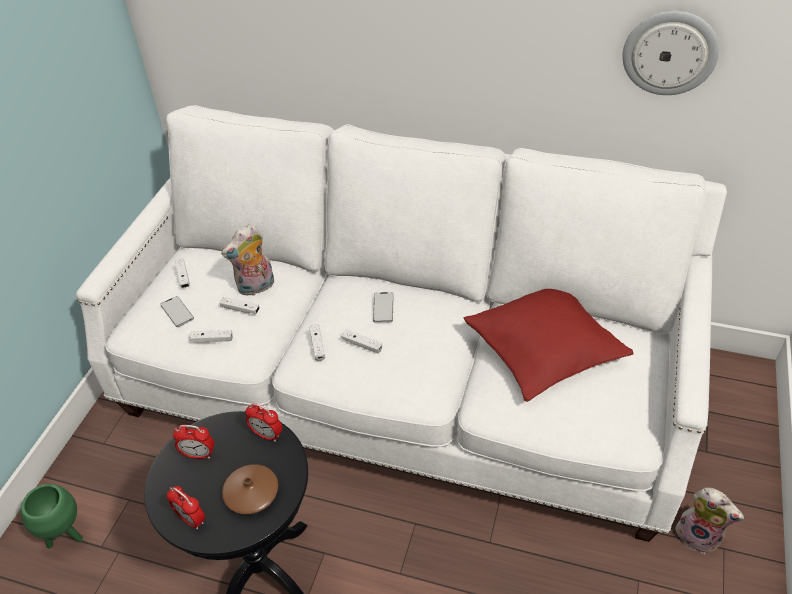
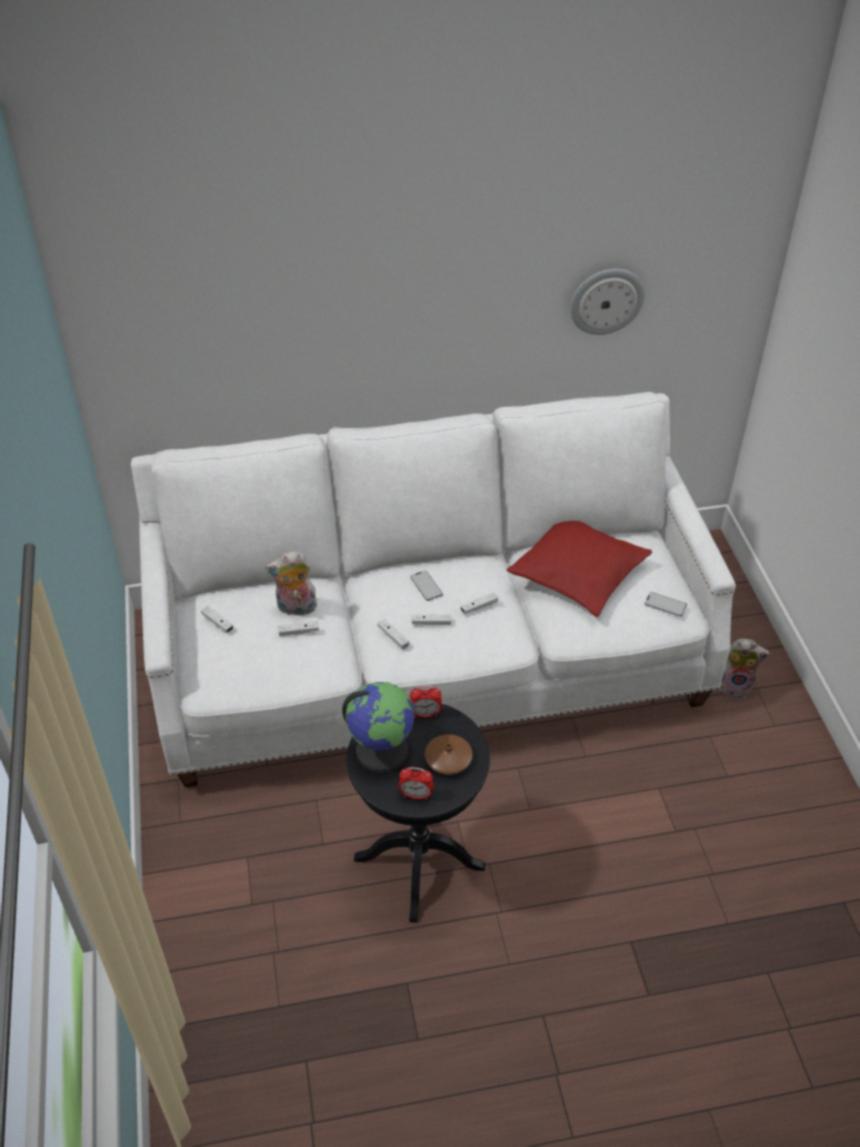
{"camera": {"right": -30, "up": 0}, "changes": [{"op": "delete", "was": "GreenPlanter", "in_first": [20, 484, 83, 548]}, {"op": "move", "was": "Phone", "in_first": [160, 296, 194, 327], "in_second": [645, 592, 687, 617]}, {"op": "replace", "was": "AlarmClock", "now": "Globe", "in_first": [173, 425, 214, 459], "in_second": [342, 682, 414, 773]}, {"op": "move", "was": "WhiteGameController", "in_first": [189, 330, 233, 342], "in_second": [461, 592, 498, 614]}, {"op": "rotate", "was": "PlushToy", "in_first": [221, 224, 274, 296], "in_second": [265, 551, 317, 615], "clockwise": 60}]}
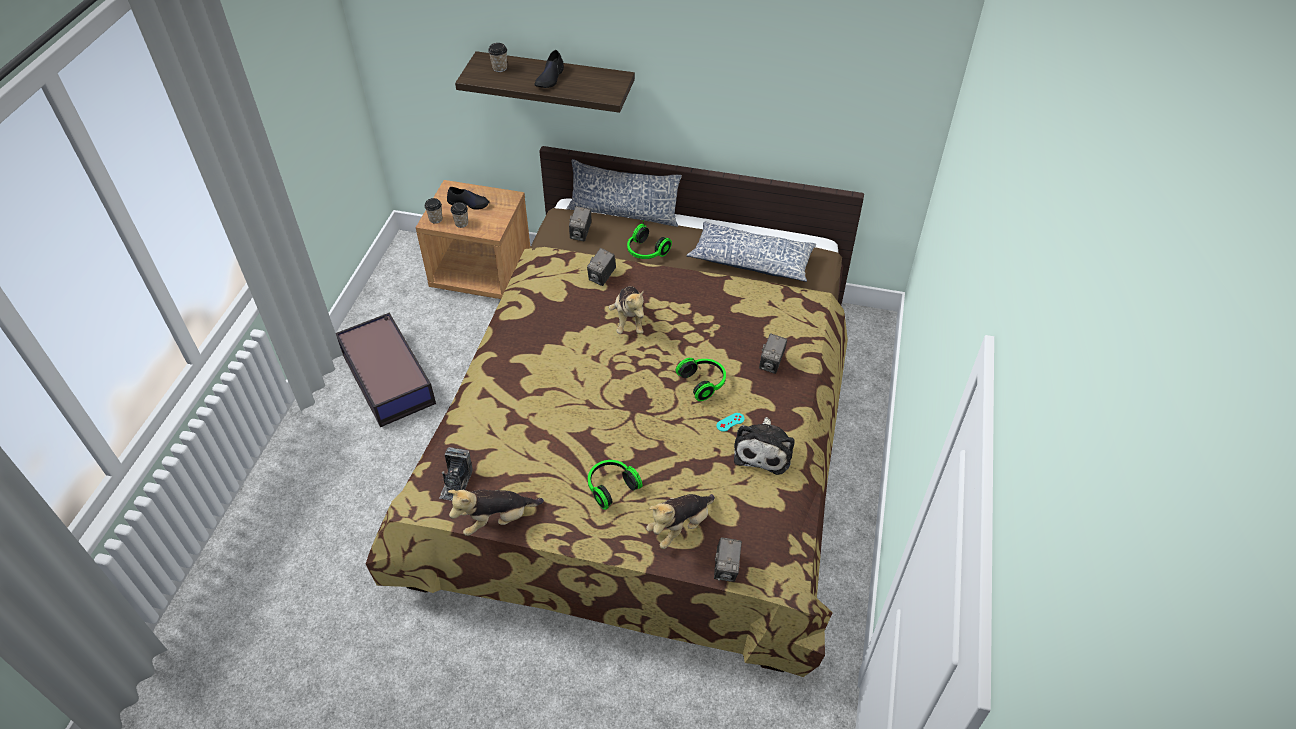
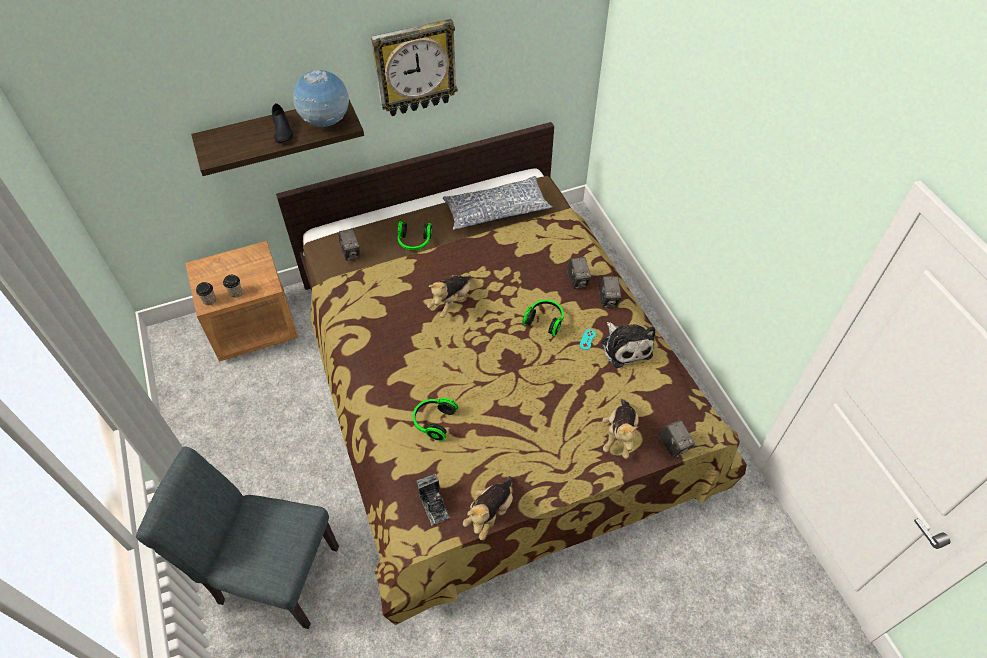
{"camera": {"right": -35, "up": 5}, "changes": [{"op": "delete", "was": "StorageBox", "in_first": [336, 313, 436, 427]}, {"op": "delete", "was": "BlackShoe", "in_first": [447, 187, 490, 210]}, {"op": "delete", "was": "Cup", "in_first": [488, 43, 507, 72]}, {"op": "delete", "was": "Pillow", "in_first": [567, 159, 682, 227]}, {"op": "move", "was": "PhotoCamera", "in_first": [587, 248, 616, 286], "in_second": [598, 276, 621, 307]}, {"op": "move", "was": "Headphones", "in_first": [588, 460, 643, 510], "in_second": [413, 398, 458, 441]}, {"op": "rotate", "was": "PlushToy", "in_first": [609, 286, 644, 334], "in_second": [427, 275, 471, 318], "clockwise": 75}, {"op": "insert", "now": "GreyChair", "in_second": [136, 446, 339, 629]}, {"op": "insert", "now": "Globe", "in_second": [293, 70, 349, 127]}, {"op": "insert", "now": "WallClock", "in_second": [371, 19, 458, 116]}]}
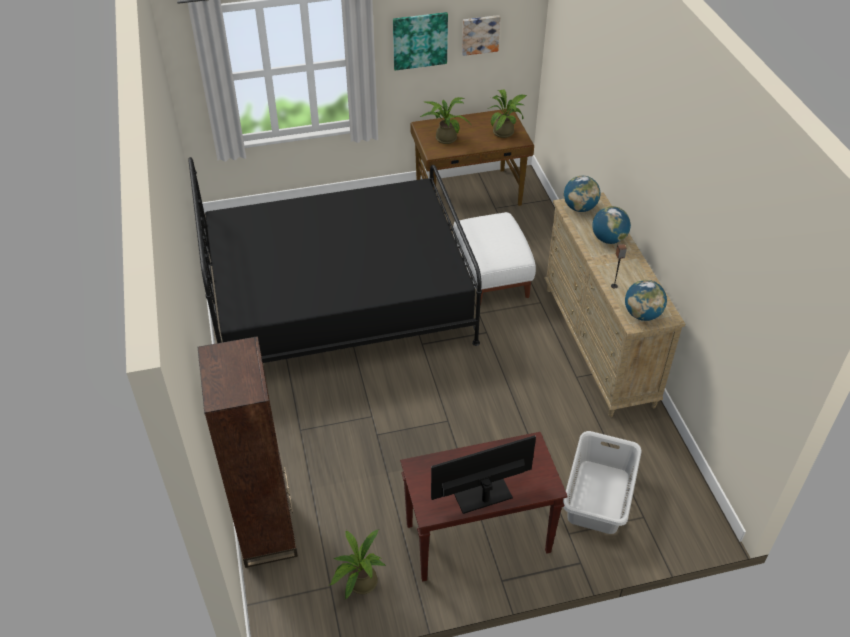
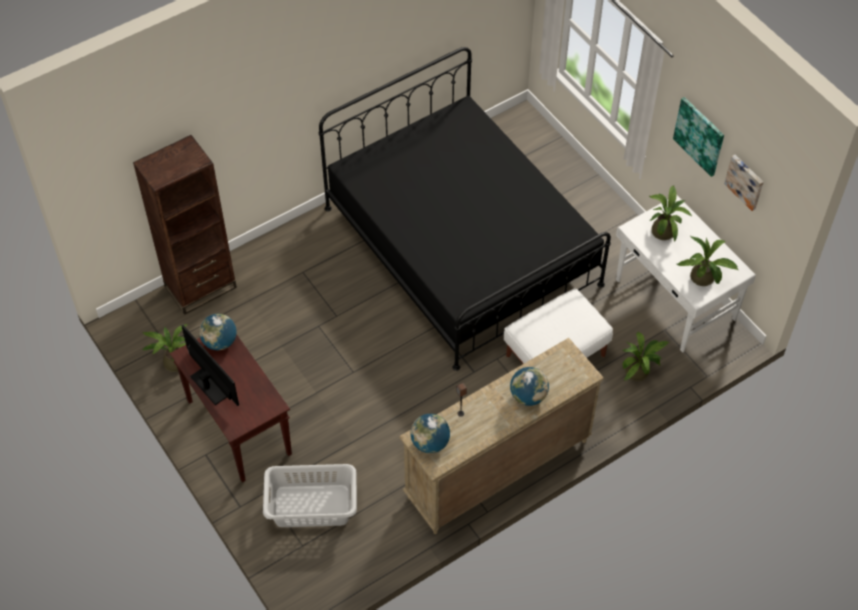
{"camera": {"right": 70, "up": 10}, "changes": [{"op": "recolor", "was": "BrownDesk", "now": "WhiteDesk", "in_first": [410, 109, 534, 206], "in_second": [616, 196, 756, 353]}, {"op": "move", "was": "Globe", "in_first": [564, 176, 601, 212], "in_second": [199, 314, 236, 350]}, {"op": "insert", "now": "PottedPlant", "in_second": [622, 332, 670, 381]}]}
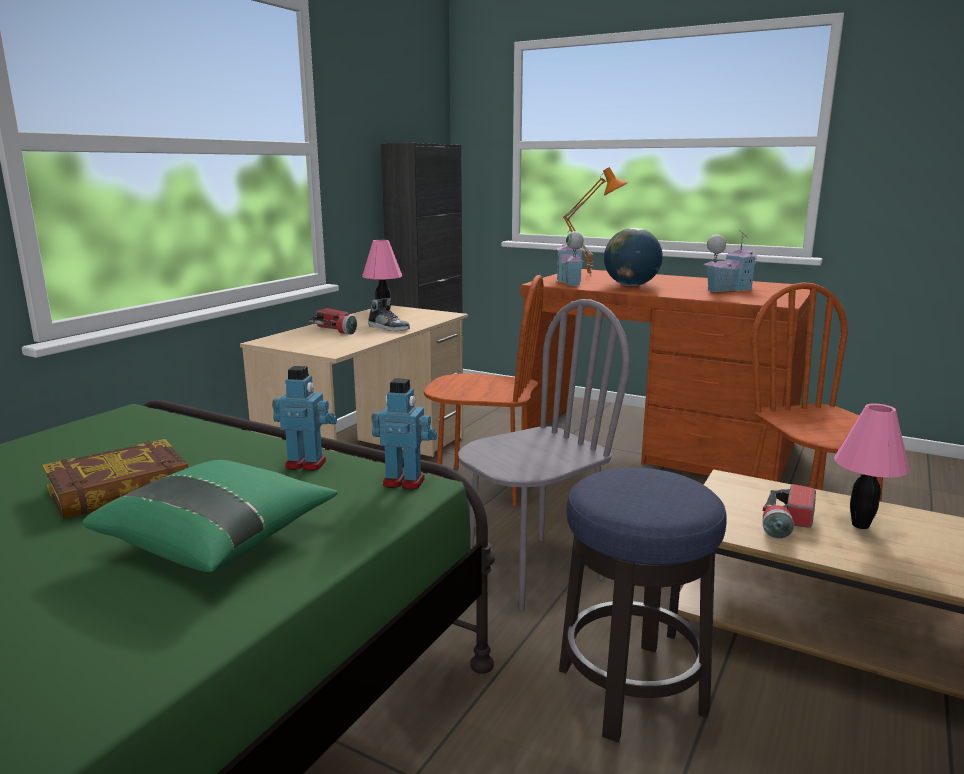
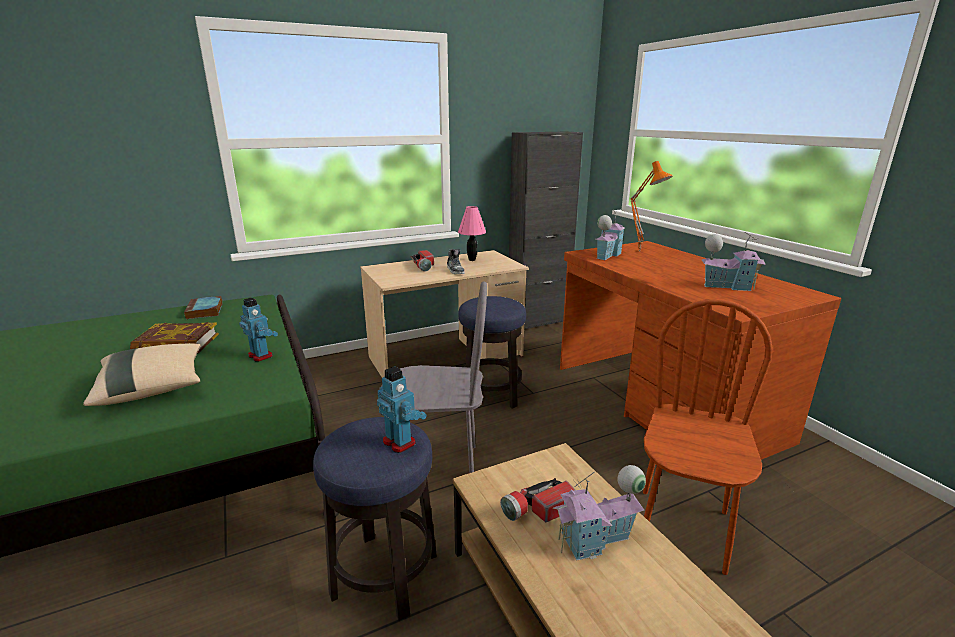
{"camera": {"right": 35, "up": 5}, "changes": [{"op": "recolor", "was": "GreenPillow", "now": "BeigePillow", "in_first": [82, 460, 338, 572], "in_second": [83, 343, 201, 406]}, {"op": "move", "was": "ToyRobot", "in_first": [371, 378, 437, 490], "in_second": [377, 366, 427, 453]}, {"op": "replace", "was": "BrownChair", "now": "Stool", "in_first": [424, 275, 544, 506], "in_second": [458, 296, 526, 409]}, {"op": "delete", "was": "Globe", "in_first": [604, 228, 663, 286]}, {"op": "replace", "was": "PinkTableLamp", "now": "ToyHouse", "in_first": [834, 403, 910, 529], "in_second": [553, 465, 646, 561]}, {"op": "insert", "now": "Book", "in_second": [184, 296, 223, 319]}]}
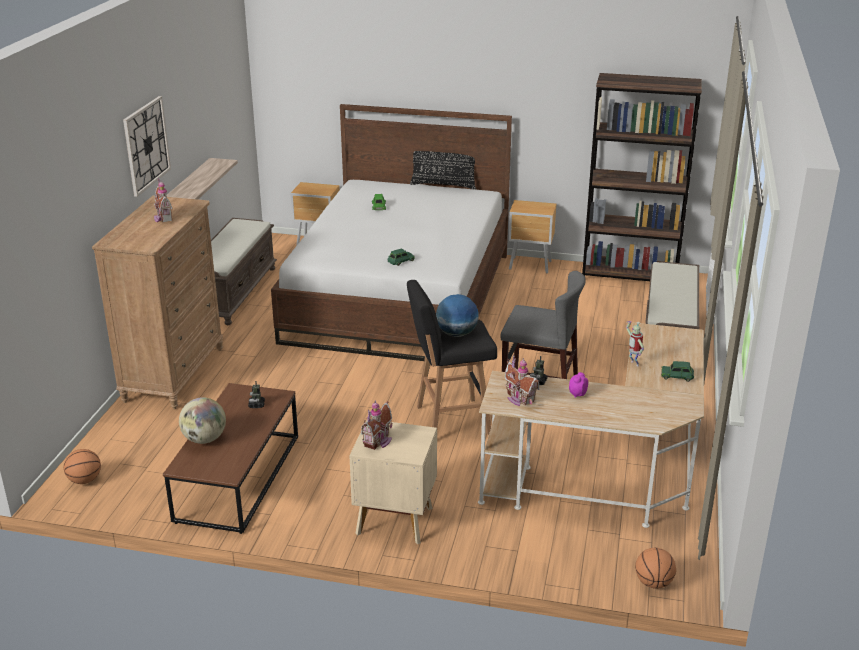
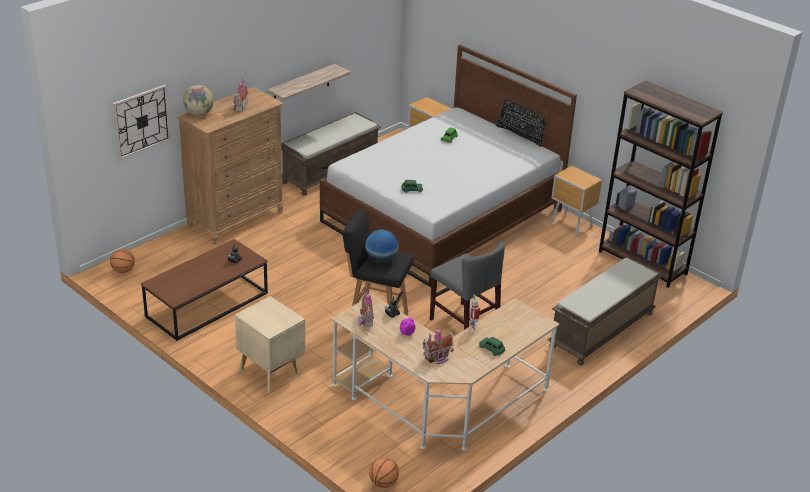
{"camera": {"right": 30, "up": 5}, "changes": [{"op": "move", "was": "WallClock", "in_first": [123, 96, 171, 197], "in_second": [112, 85, 171, 160]}, {"op": "move", "was": "Globe", "in_first": [179, 397, 226, 444], "in_second": [183, 85, 214, 116]}, {"op": "move", "was": "ToyHouse", "in_first": [361, 400, 392, 450], "in_second": [423, 329, 454, 364]}]}
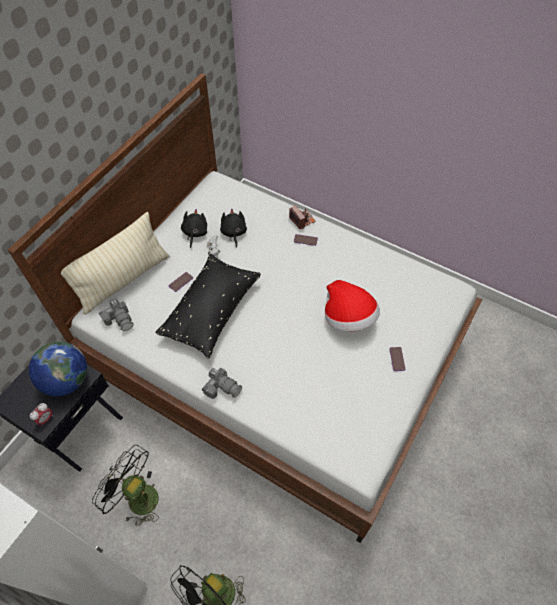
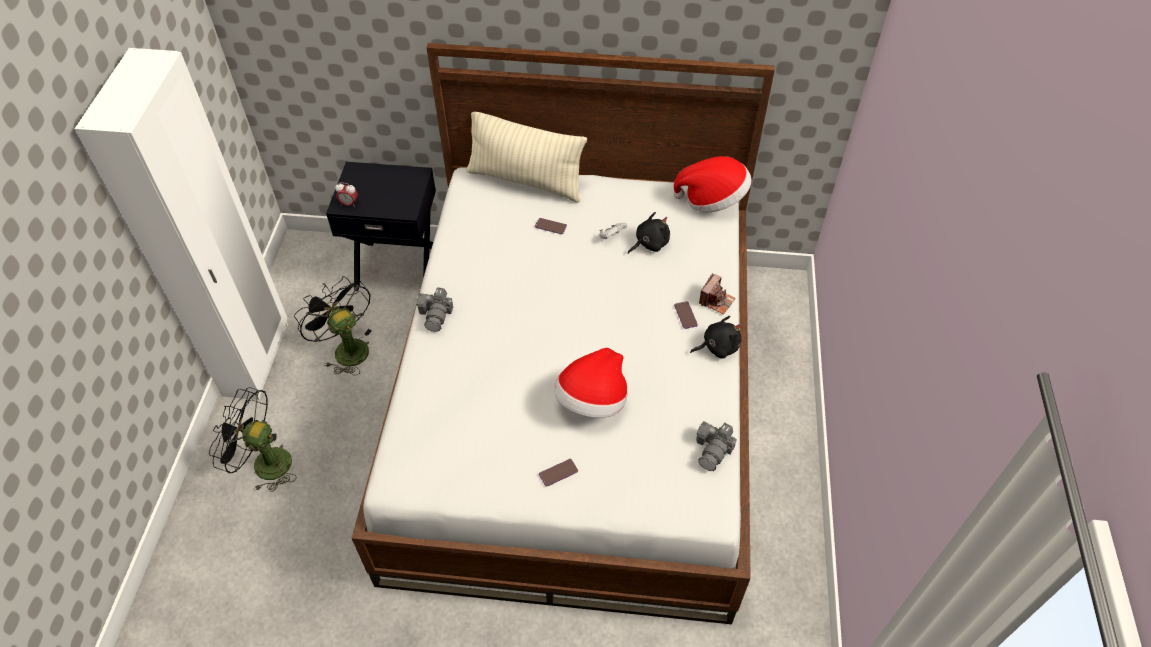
{"camera": {"right": 65, "up": -5}, "changes": [{"op": "delete", "was": "Globe", "in_first": [29, 341, 87, 396]}, {"op": "rotate", "was": "BlackFan", "in_first": [92, 445, 159, 526], "in_second": [294, 276, 372, 375], "clockwise": -45}, {"op": "move", "was": "PhotoCamera", "in_first": [99, 298, 134, 331], "in_second": [696, 421, 737, 471]}, {"op": "delete", "was": "BlackPillow", "in_first": [155, 254, 261, 359]}, {"op": "move", "was": "BlackPlushToy", "in_first": [181, 209, 207, 248], "in_second": [690, 316, 741, 358]}, {"op": "insert", "now": "Hat", "in_second": [674, 156, 752, 212]}]}
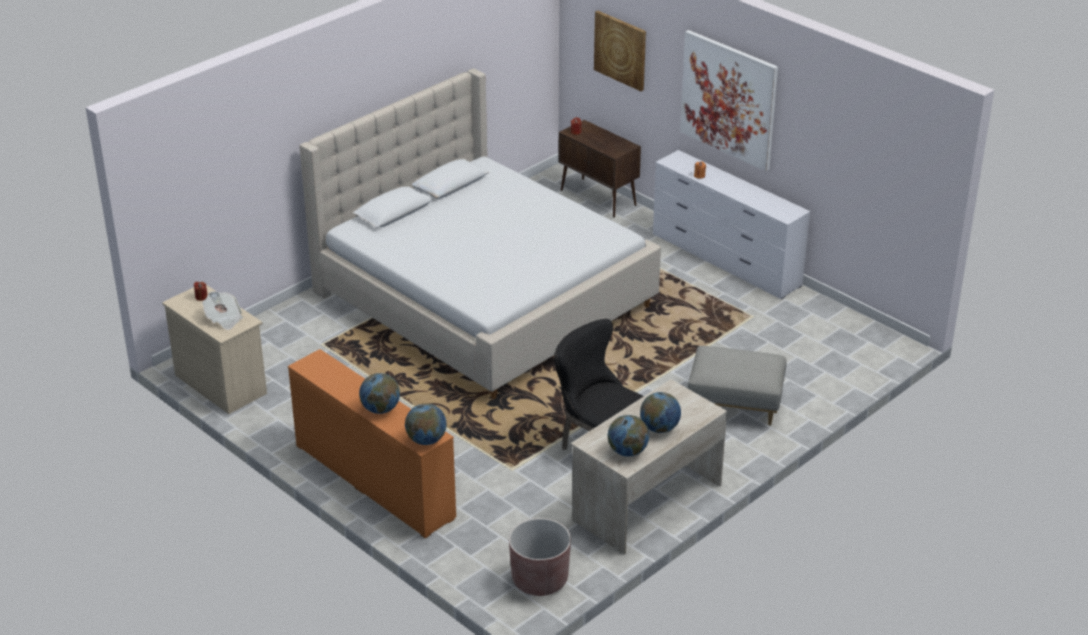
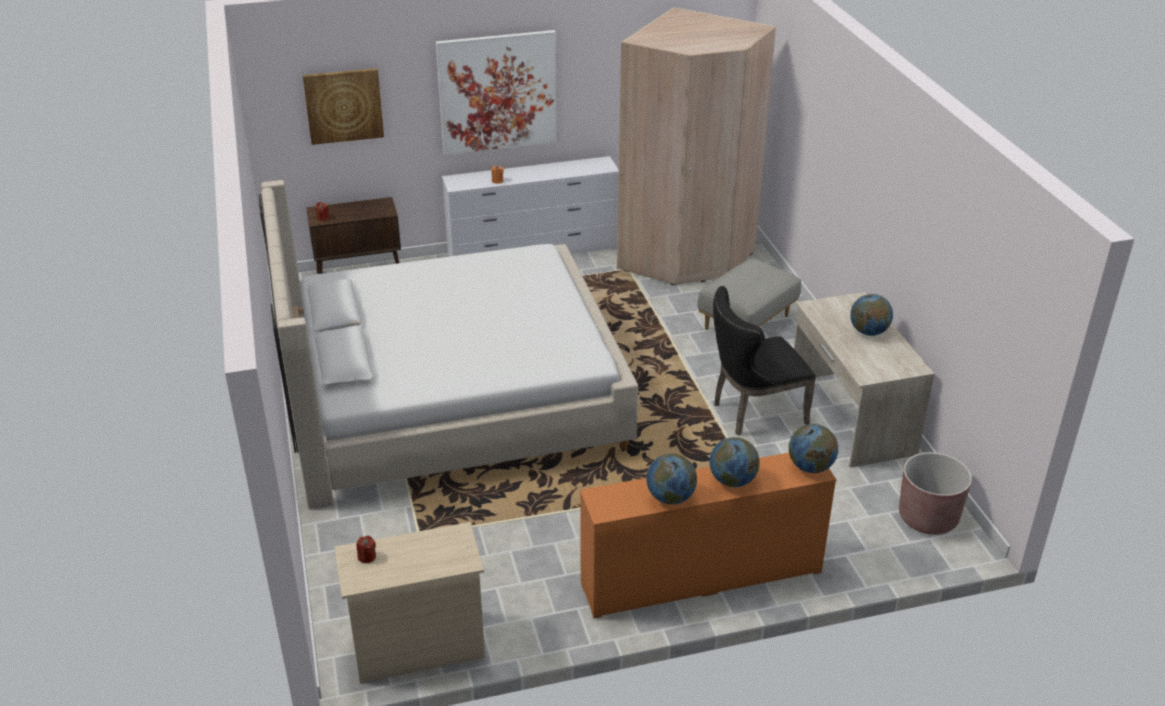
{"camera": {"right": -60, "up": 0}, "changes": [{"op": "delete", "was": "Newspaper", "in_first": [202, 291, 243, 330]}, {"op": "move", "was": "Globe", "in_first": [608, 415, 649, 457], "in_second": [646, 454, 697, 504]}, {"op": "insert", "now": "BeigeWardrobe", "in_second": [617, 7, 776, 285]}]}
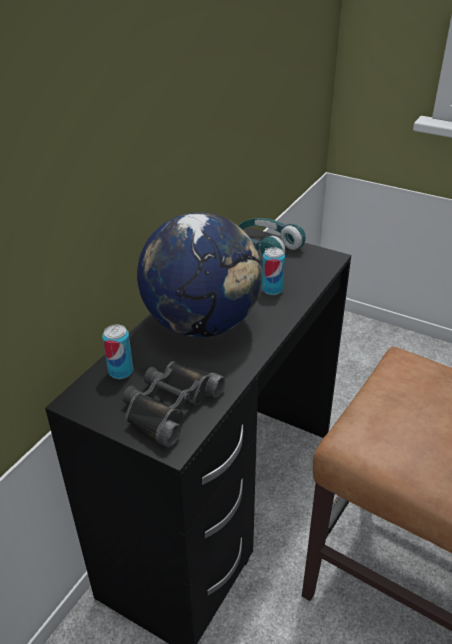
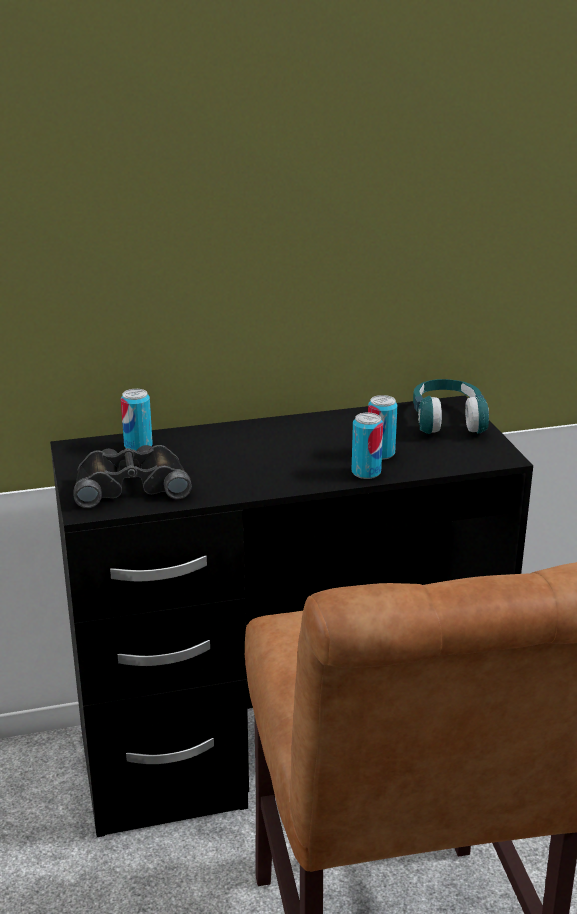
{"camera": {"right": 45, "up": -10}, "changes": [{"op": "delete", "was": "Globe", "in_first": [137, 212, 262, 337]}, {"op": "insert", "now": "Can", "in_second": [351, 412, 383, 479]}]}
